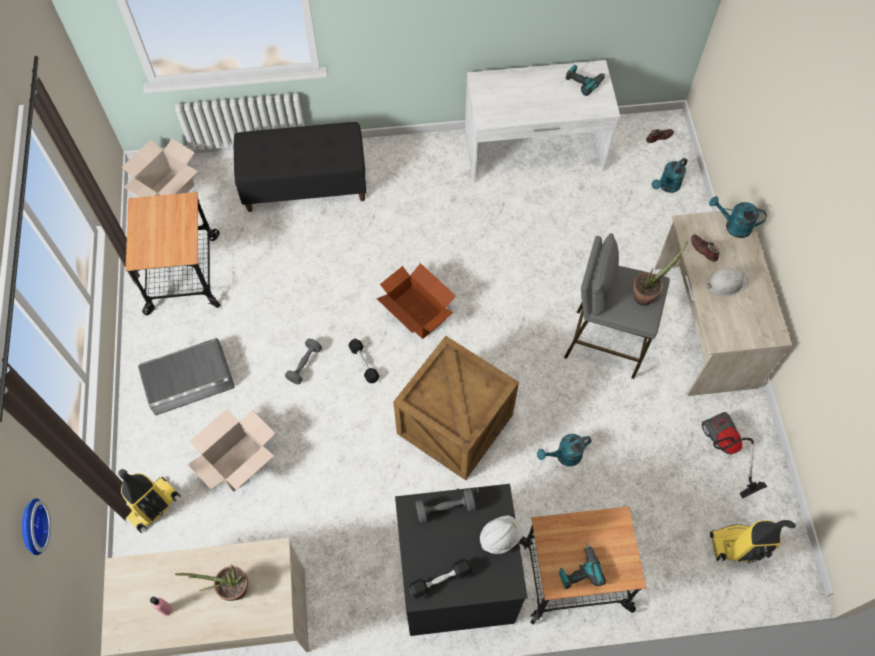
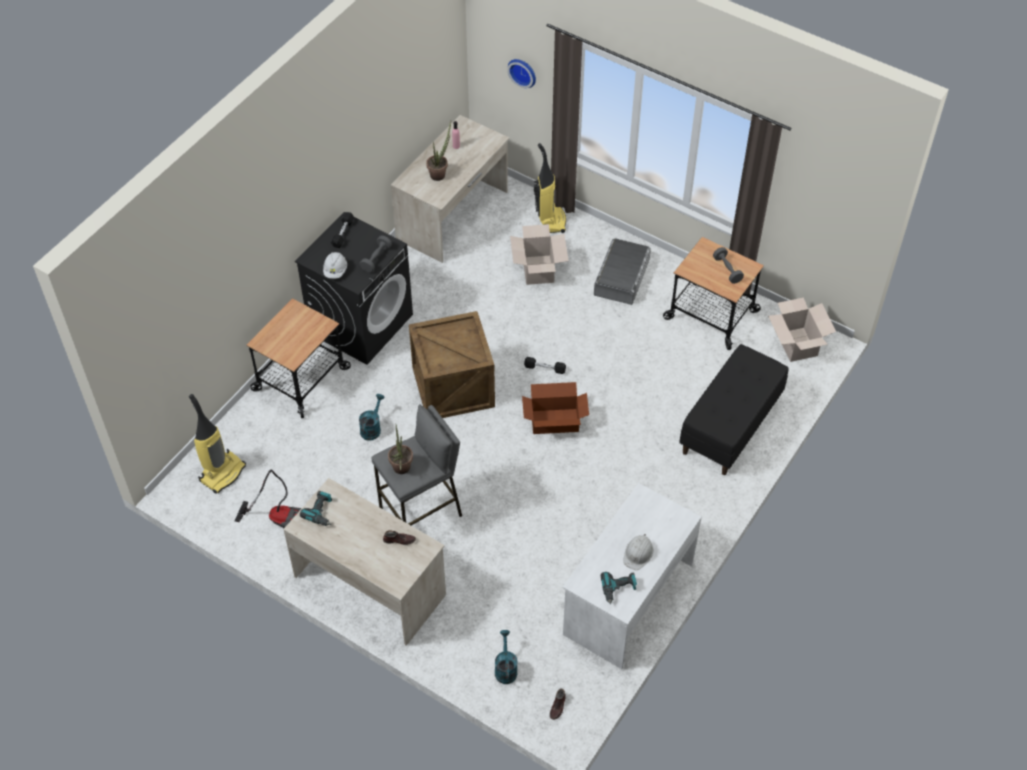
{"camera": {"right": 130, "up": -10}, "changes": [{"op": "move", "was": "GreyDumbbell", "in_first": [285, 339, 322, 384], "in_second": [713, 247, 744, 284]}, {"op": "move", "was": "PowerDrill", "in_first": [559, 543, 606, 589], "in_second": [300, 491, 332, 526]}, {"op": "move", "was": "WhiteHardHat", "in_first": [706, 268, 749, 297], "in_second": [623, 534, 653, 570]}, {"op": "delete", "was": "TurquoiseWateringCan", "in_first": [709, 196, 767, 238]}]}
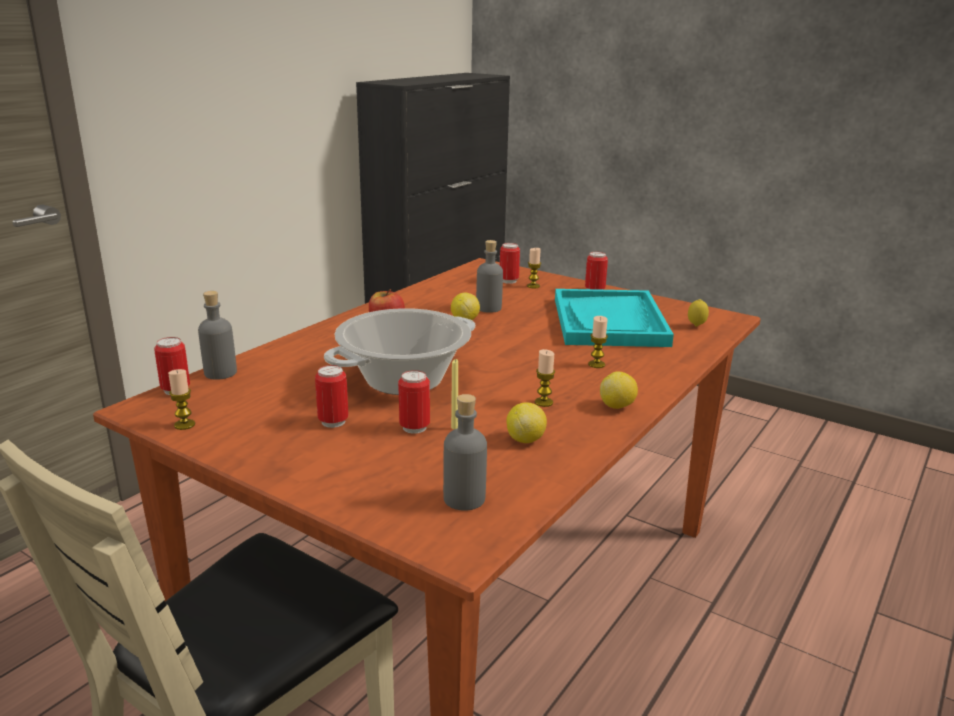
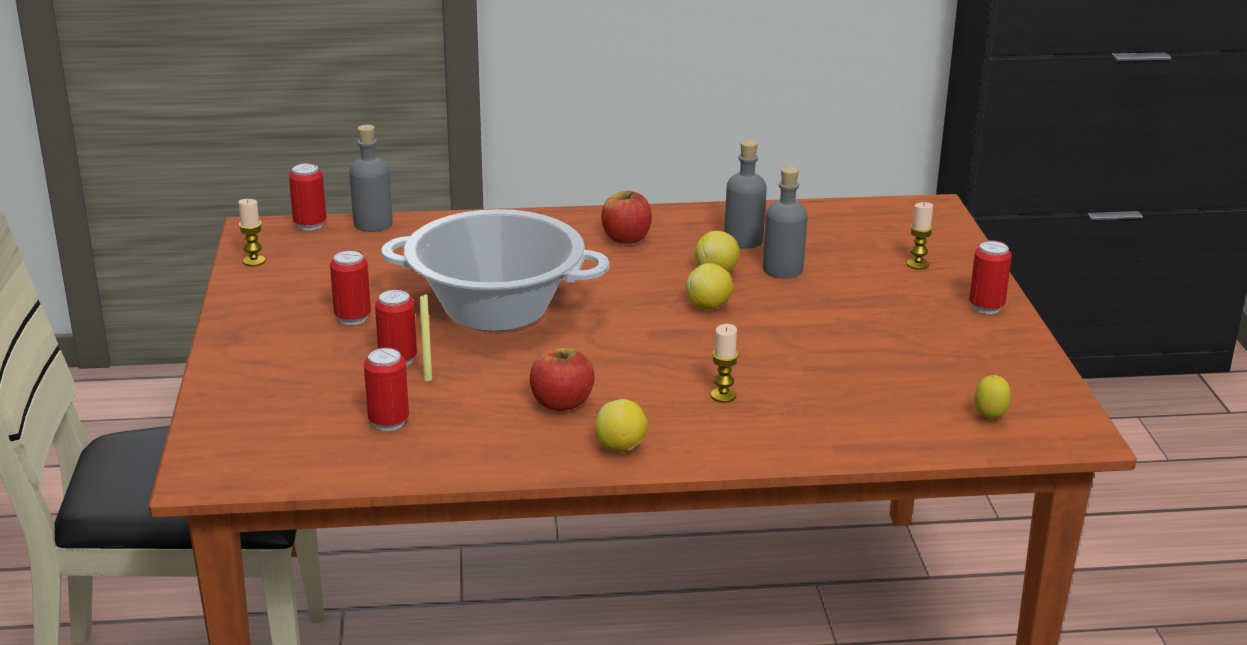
{"camera": {"right": 50, "up": 5}, "changes": [{"op": "move", "was": "GreyBottle", "in_first": [443, 394, 487, 511], "in_second": [724, 140, 767, 249]}, {"op": "move", "was": "Can", "in_first": [500, 243, 520, 284], "in_second": [364, 347, 409, 431]}, {"op": "move", "was": "Lemon", "in_first": [506, 402, 547, 443], "in_second": [686, 263, 733, 310]}, {"op": "replace", "was": "Candle", "now": "Apple", "in_first": [535, 349, 555, 407], "in_second": [530, 348, 594, 411]}, {"op": "delete", "was": "TurquoiseTray", "in_first": [555, 289, 674, 347]}]}
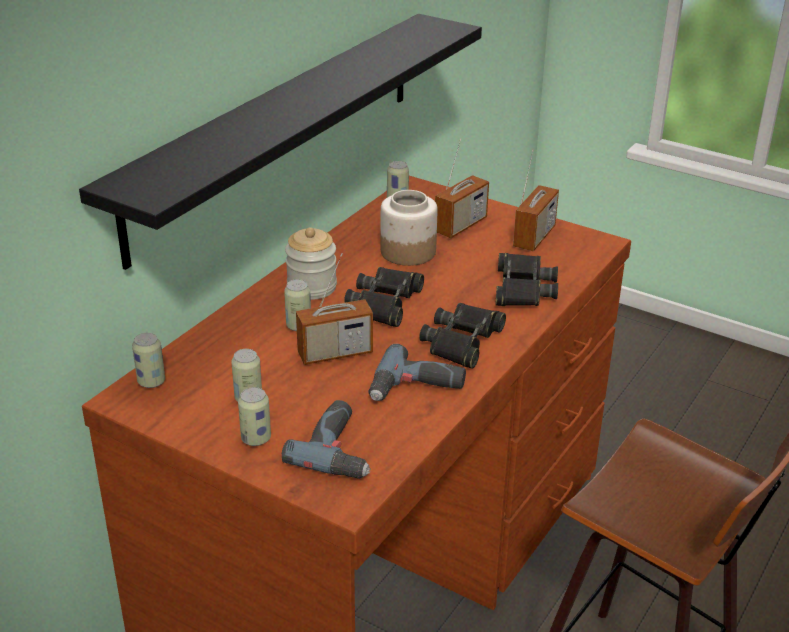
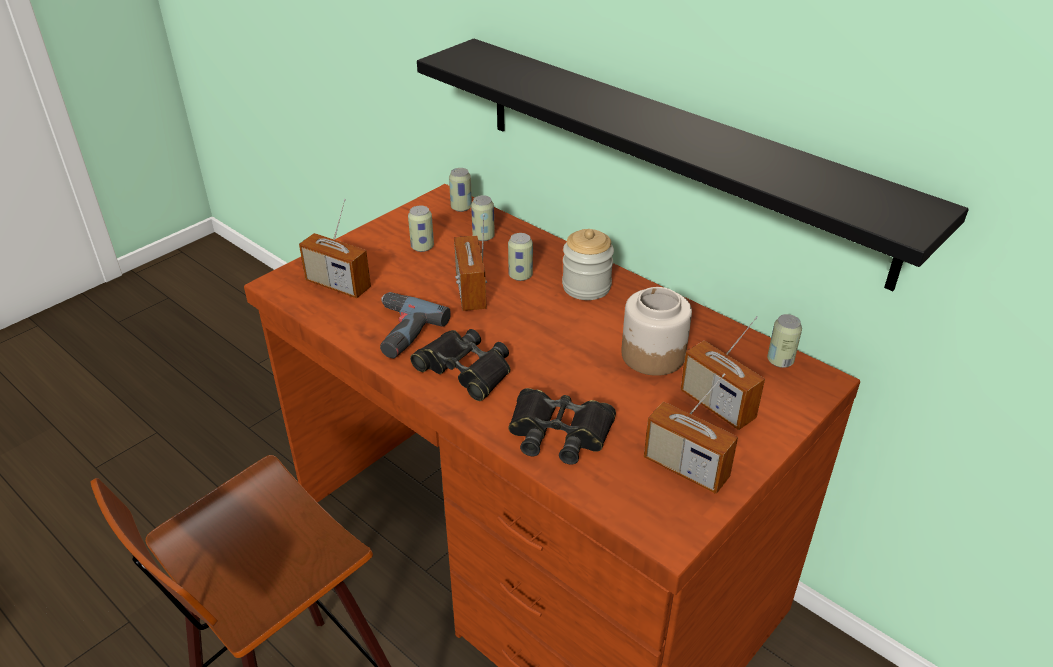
{"camera": {"right": 100, "up": 5}, "changes": [{"op": "move", "was": "Can", "in_first": [238, 387, 271, 446], "in_second": [471, 195, 495, 241]}, {"op": "replace", "was": "PowerDrill", "now": "Radio", "in_first": [282, 400, 371, 479], "in_second": [299, 199, 371, 298]}, {"op": "delete", "was": "BlackBinoculars", "in_first": [344, 267, 424, 327]}]}
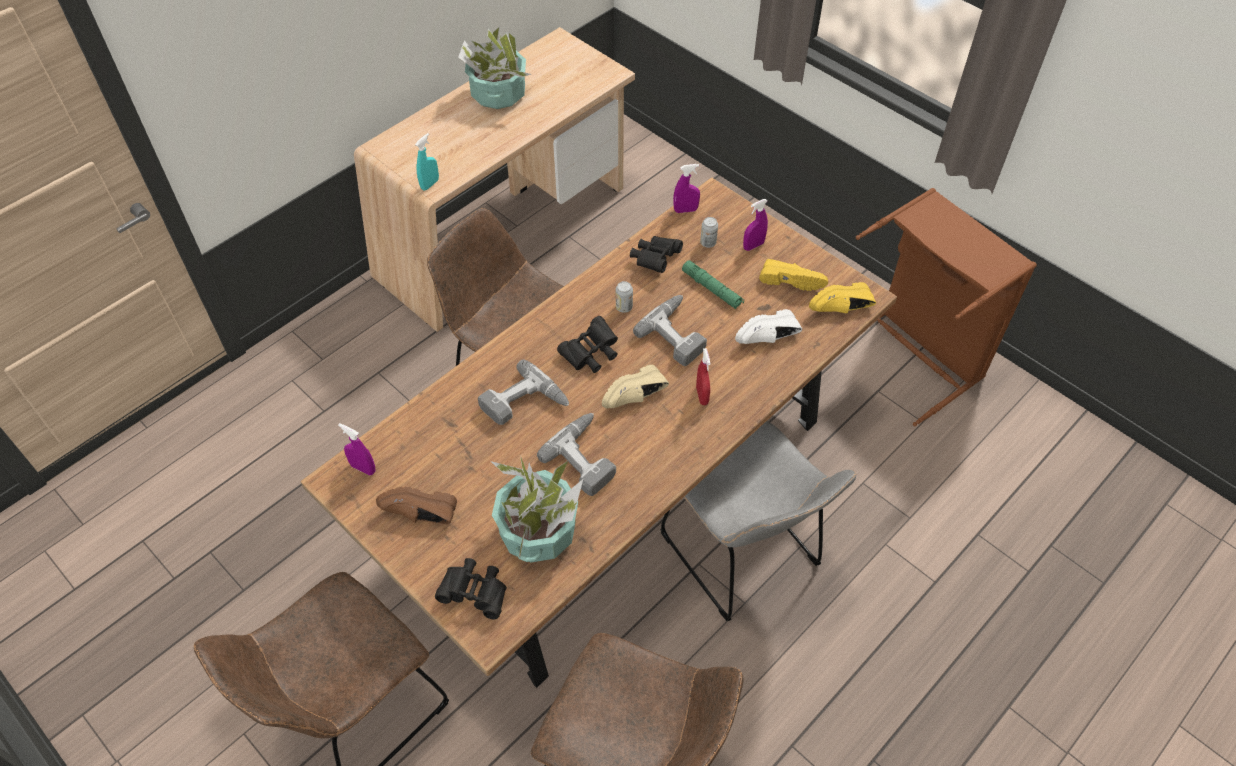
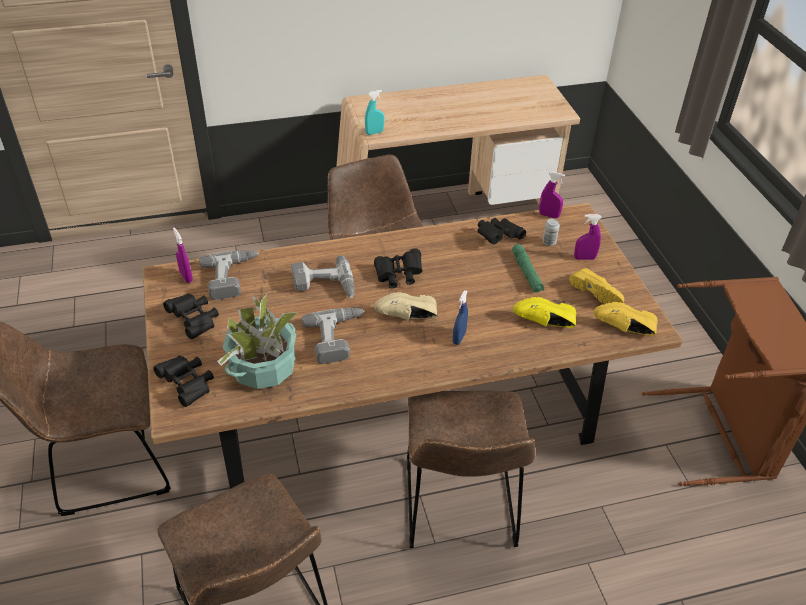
{"camera": {"right": 30, "up": -10}, "changes": [{"op": "replace", "was": "BrownShoe", "now": "BlackBinoculars", "in_first": [376, 487, 457, 524], "in_second": [163, 293, 219, 339]}, {"op": "delete", "was": "PottedPlant", "in_first": [458, 26, 531, 109]}, {"op": "delete", "was": "Can", "in_first": [616, 281, 633, 313]}, {"op": "move", "was": "PowerDrill", "in_first": [633, 295, 707, 366], "in_second": [199, 250, 259, 300]}, {"op": "recolor", "was": "GreyChair", "now": "BrownChair", "in_first": [660, 421, 856, 621], "in_second": [407, 390, 535, 548]}, {"op": "recolor", "was": "RedSprayBottle", "now": "BlueSprayBottle", "in_first": [696, 348, 710, 405], "in_second": [453, 290, 468, 345]}, {"op": "recolor", "was": "WhiteShoe", "now": "YellowShoe", "in_first": [735, 309, 802, 344], "in_second": [513, 297, 576, 328]}]}
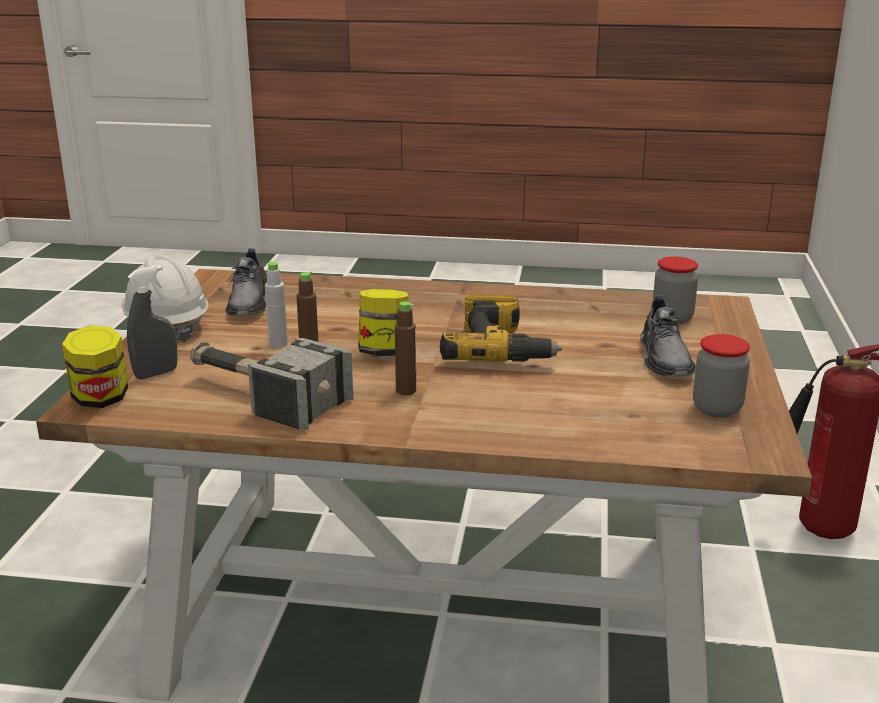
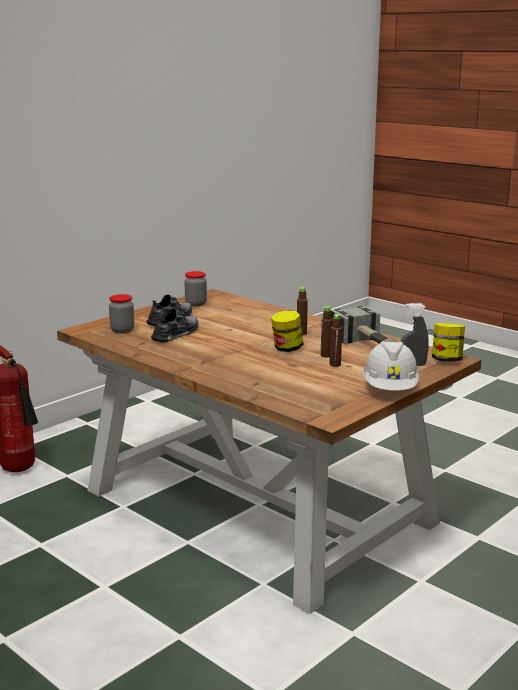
{"camera": {"right": -145, "up": -5}, "changes": [{"op": "move", "was": "GreyShoe", "in_first": [225, 248, 267, 316], "in_second": [151, 308, 199, 343]}, {"op": "recolor", "was": "GreyBottle", "now": "BrownBottle", "in_first": [265, 261, 288, 348], "in_second": [330, 314, 342, 367]}, {"op": "delete", "was": "PowerDrill", "in_first": [440, 294, 562, 362]}]}
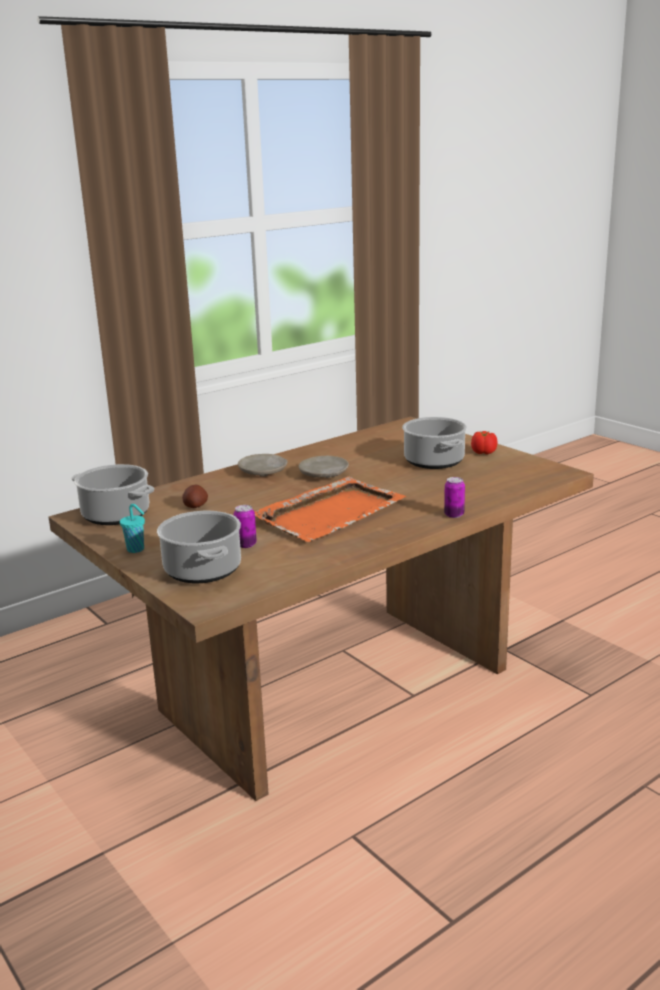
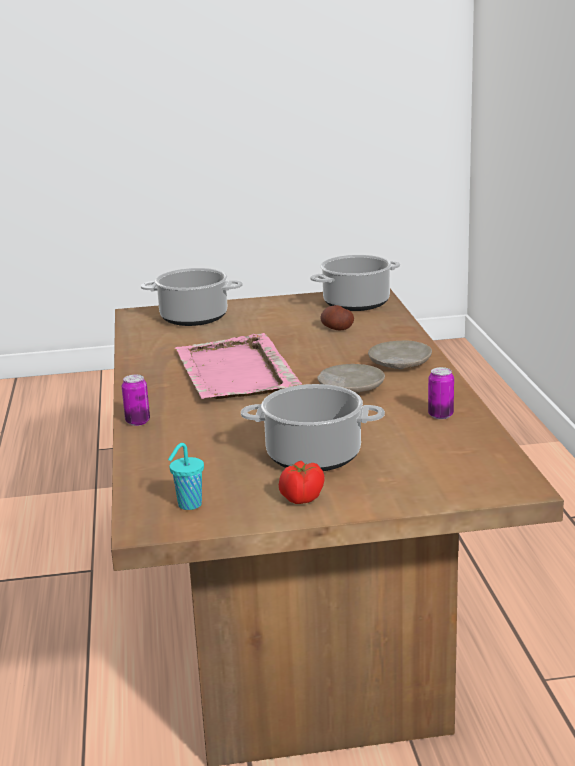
{"camera": {"right": 120, "up": 0}, "changes": [{"op": "move", "was": "TurquoiseCup", "in_first": [120, 504, 145, 553], "in_second": [168, 443, 204, 510]}, {"op": "move", "was": "Can", "in_first": [233, 505, 257, 548], "in_second": [428, 367, 454, 419]}, {"op": "recolor", "was": "OrangeTray", "now": "PinkTray", "in_first": [255, 477, 407, 542], "in_second": [175, 333, 302, 399]}]}
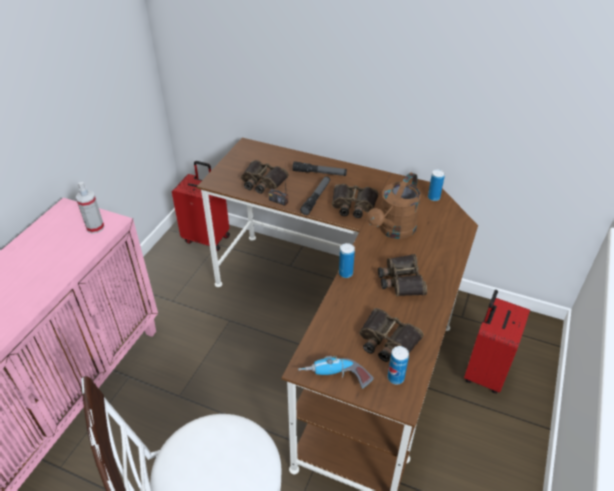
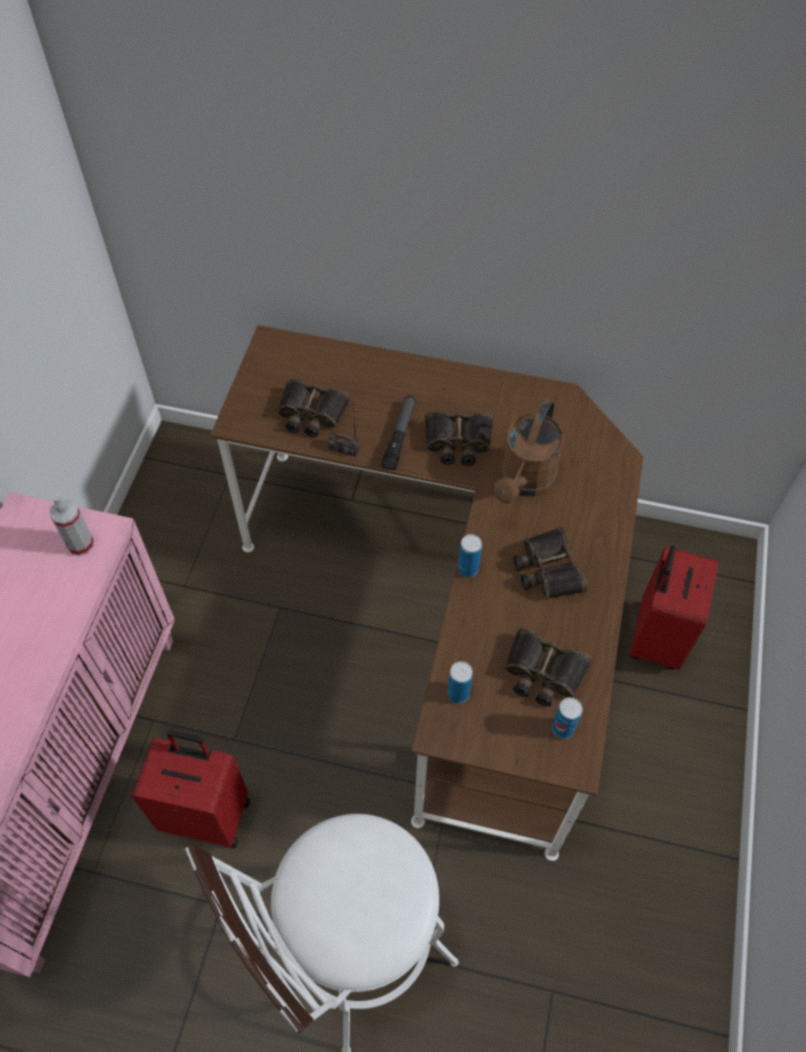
{"camera": {"right": -10, "up": 15}, "changes": [{"op": "move", "was": "RedSuitcase", "in_first": [172, 161, 230, 251], "in_second": [132, 730, 250, 848]}, {"op": "delete", "was": "Flashlight", "in_first": [292, 161, 347, 176]}, {"op": "delete", "was": "PowerDrill", "in_first": [298, 356, 374, 389]}, {"op": "move", "was": "Can", "in_first": [428, 170, 445, 201], "in_second": [447, 661, 473, 704]}]}
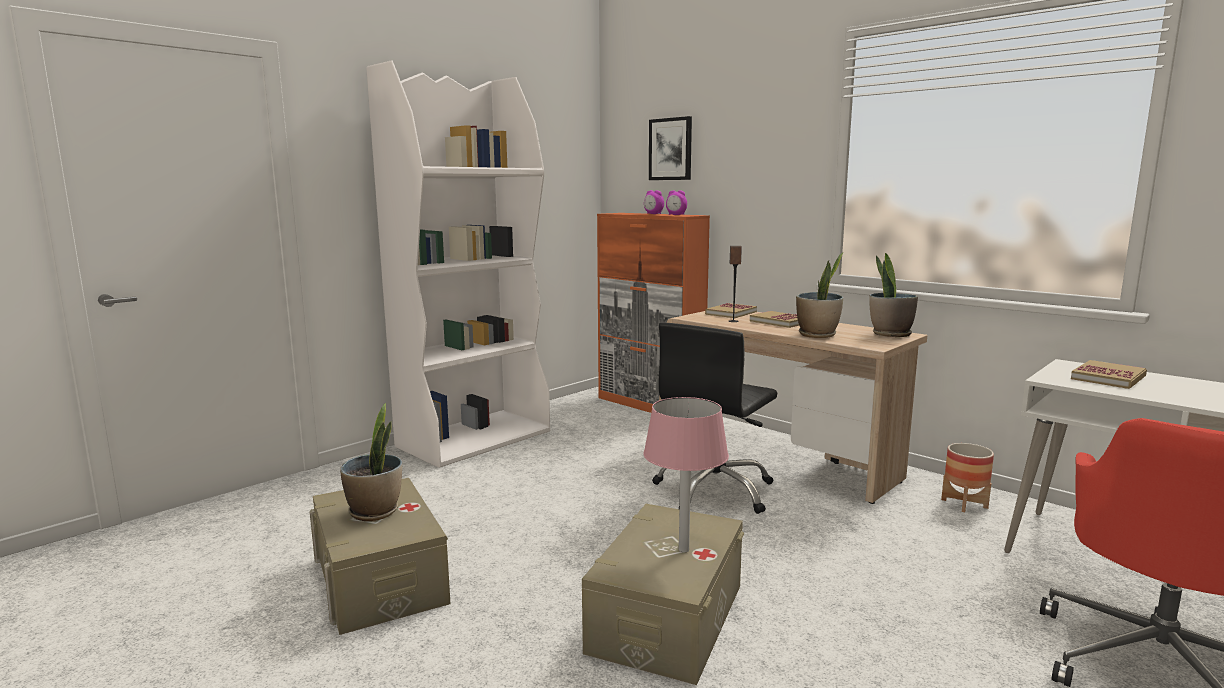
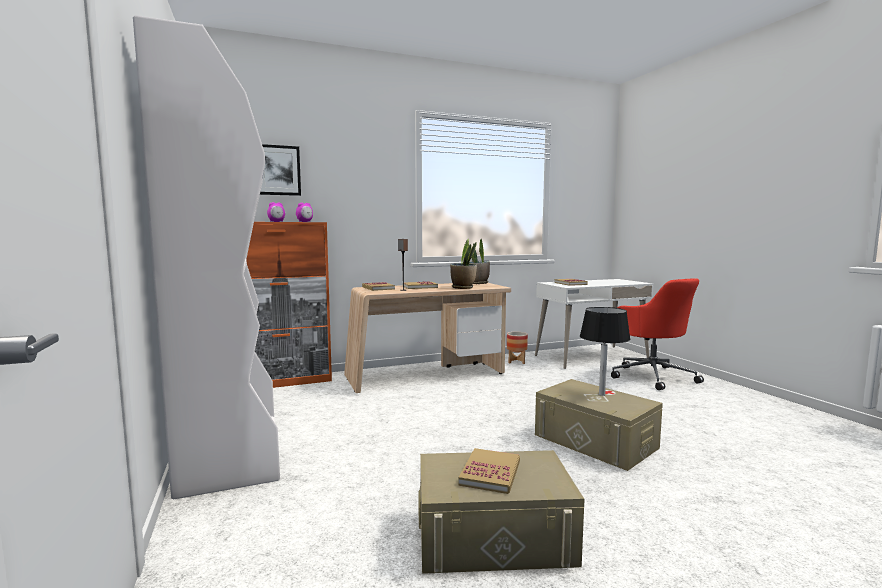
{"camera": {"right": -65, "up": -5}, "changes": [{"op": "replace", "was": "PottedPlant", "now": "Book", "in_first": [340, 403, 402, 521], "in_second": [458, 448, 520, 494]}, {"op": "recolor", "was": "PinkTableLamp", "now": "BlackTableLamp", "in_first": [643, 397, 729, 552], "in_second": [580, 307, 631, 396]}, {"op": "delete", "was": "BlackOfficeChair", "in_first": [652, 322, 777, 514]}]}
